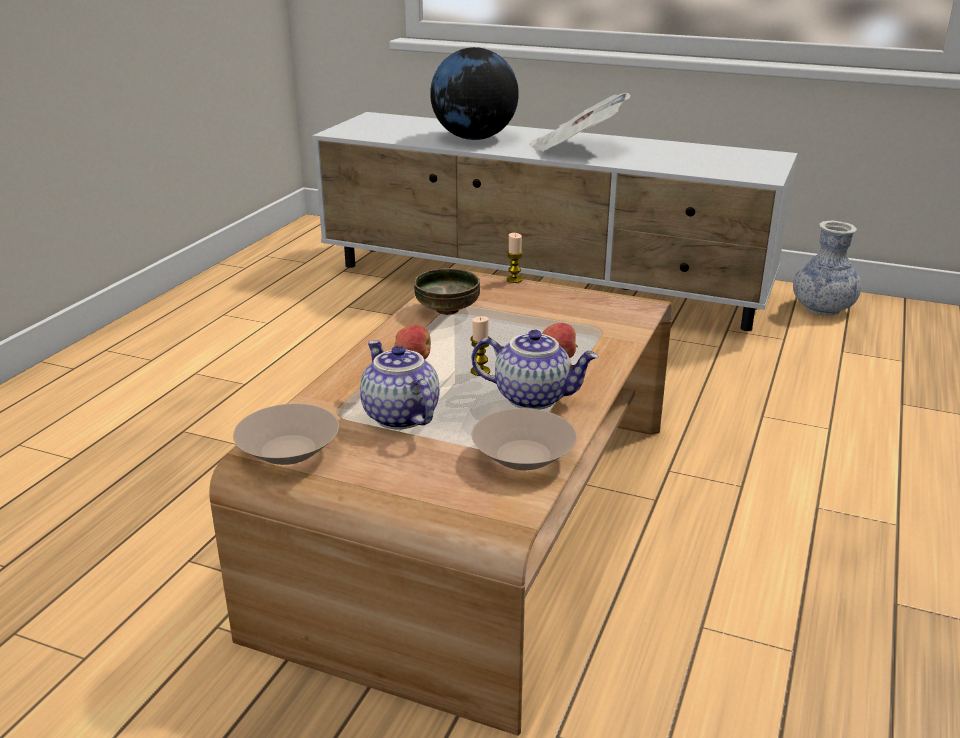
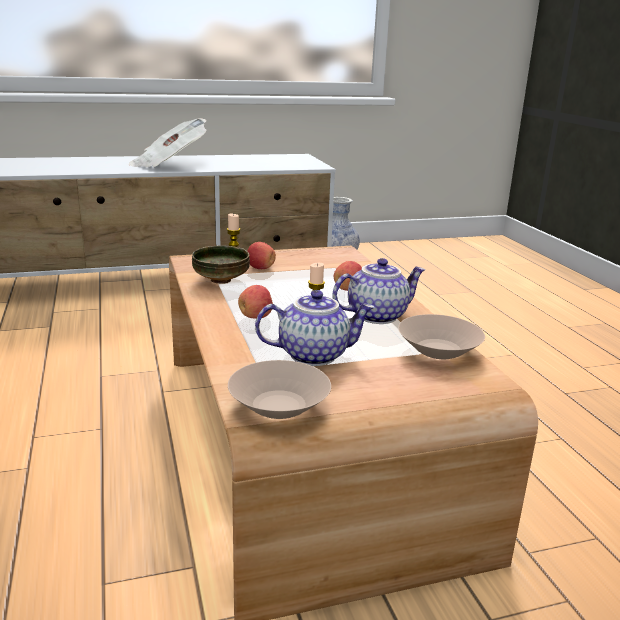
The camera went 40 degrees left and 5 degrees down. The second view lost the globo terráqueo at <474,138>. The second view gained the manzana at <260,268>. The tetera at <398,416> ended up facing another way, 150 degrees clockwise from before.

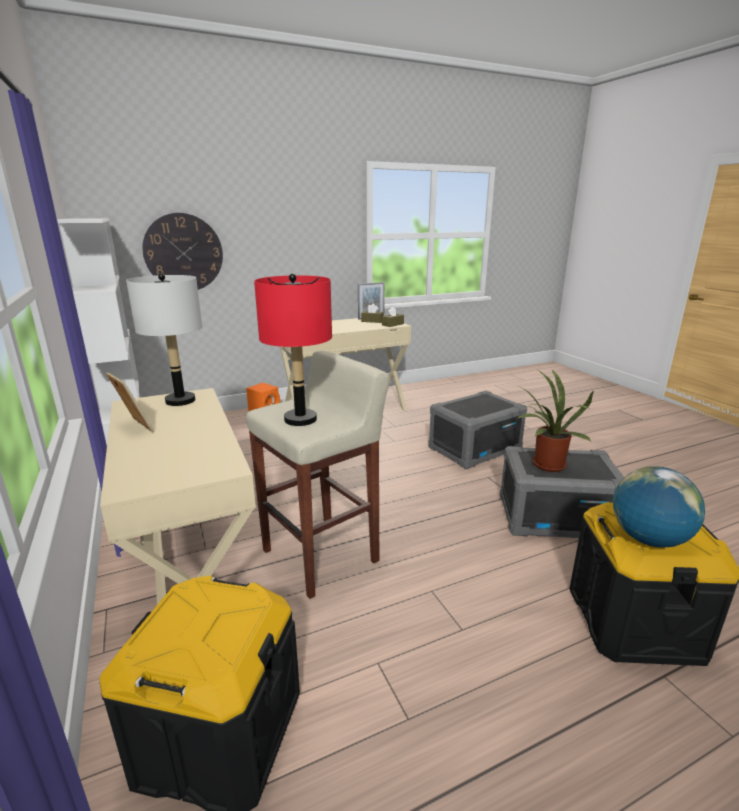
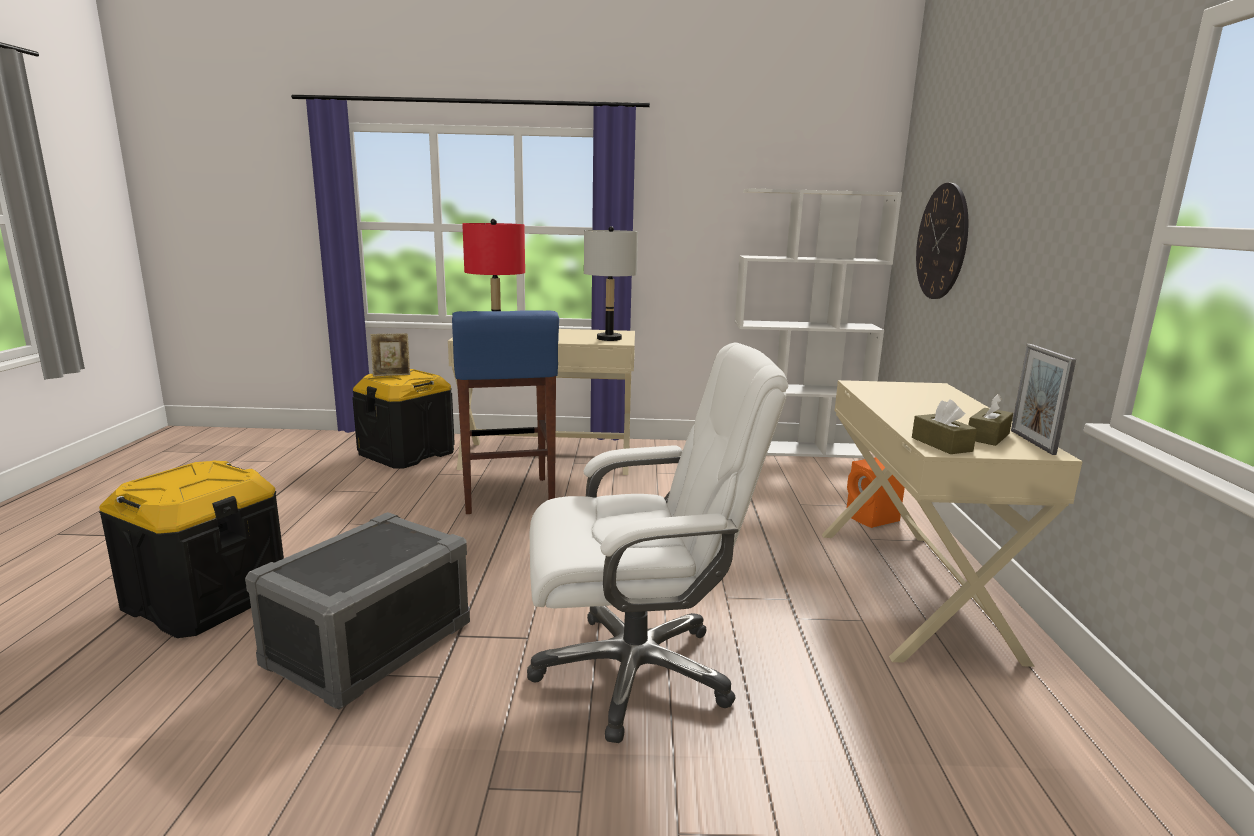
The camera went 115 degrees right and 5 degrees down. The second view lost the planta en maceta at <545,465>. The second view lost the globo terráqueo at <648,539>. The portarretratos ended up elsewhere, having gone from <134,427> to <391,374>. Where the caja de almacenaje/gris stood at <474,448>, the silla de oficina/blanco came to stand at <636,671>. What was the taburete/beis at <322,555> turned into the taburete/azul at <507,496>.

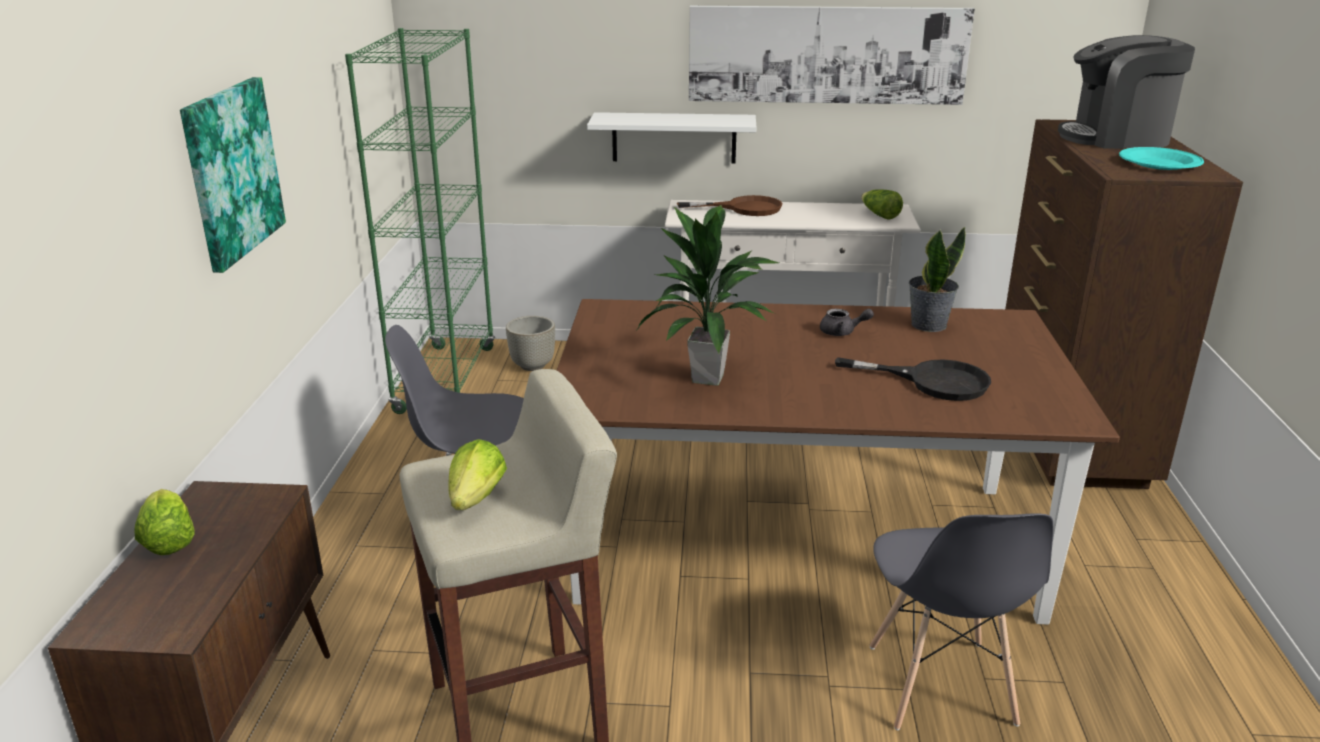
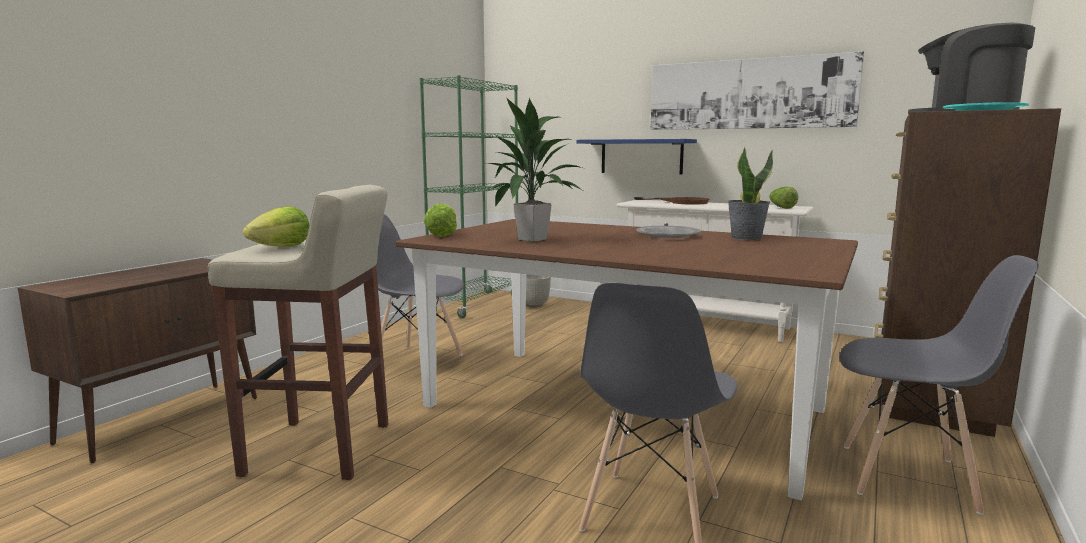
The camera went 25 degrees right and 15 degrees down. The second view lost the cuadro at <232,171>. The second view lost the sartén/negro at <933,381>. The second view gained the silla/gris at <908,477>. The lechuga ended up elsewhere, having gone from <168,542> to <442,235>. Where the tetera/gris stood at <842,332>, the plato/gris came to stand at <668,235>. What was the estante/blanco at <674,137> turned into the estante/azul at <641,156>.

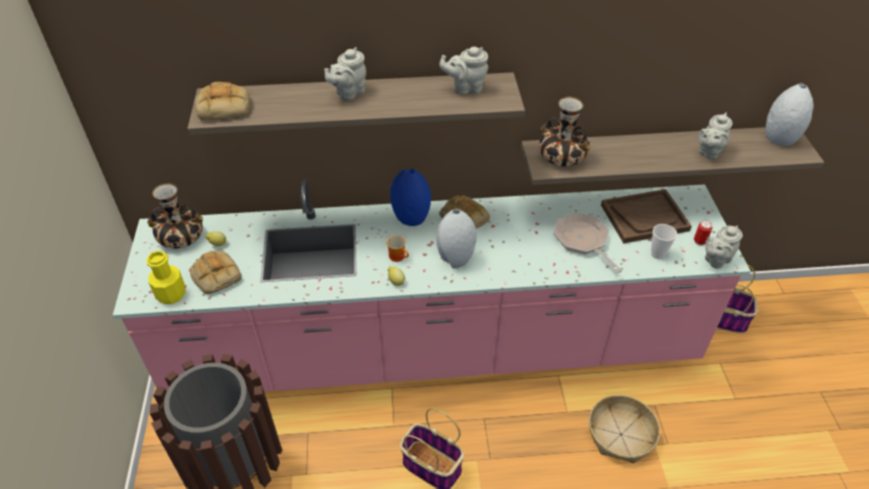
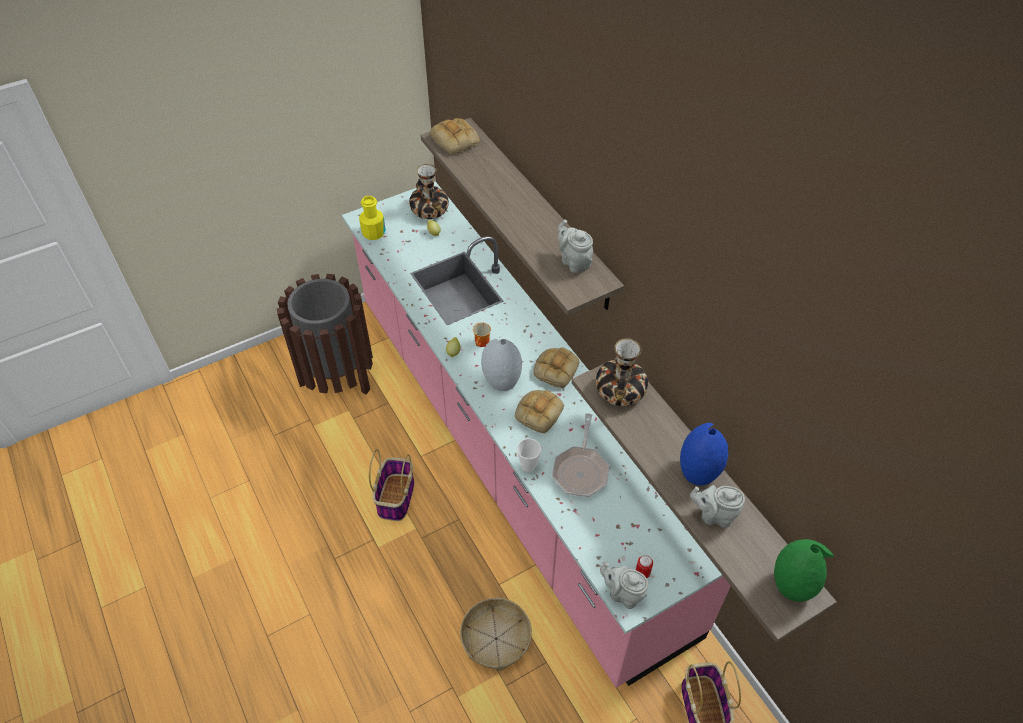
The camera went 65 degrees right and 5 degrees up. The second view lost the tetera/gris at <348,93>. The second view lost the bandeja/marrón at <644,217>. The pan ended up elsewhere, having gone from <215,275> to <538,412>. The florero/azul ended up elsewhere, having gone from <411,217> to <697,471>. The taza ended up elsewhere, having gone from <657,254> to <528,466>. What was the florero/gris at <779,137> turned into the florero/verde at <793,583>. The sartén at <583,241> ended up facing another way, 150 degrees clockwise from before.

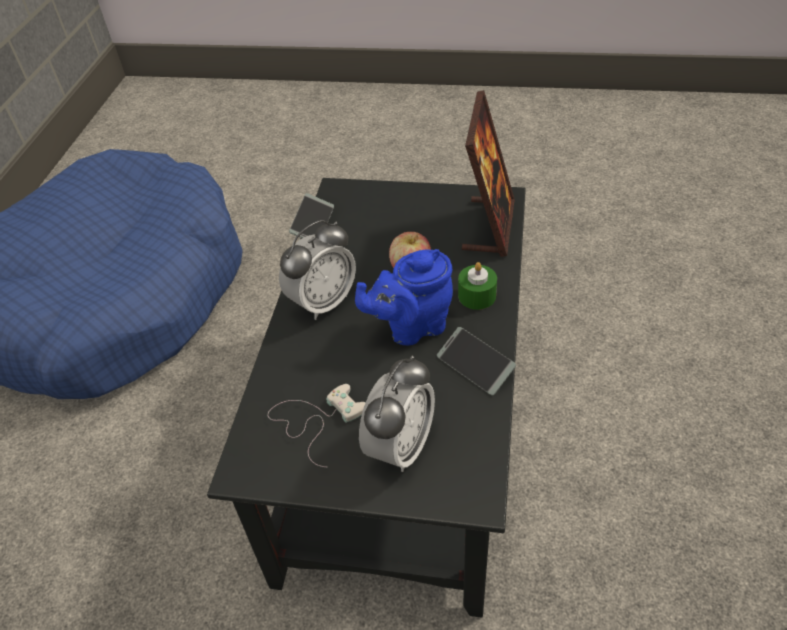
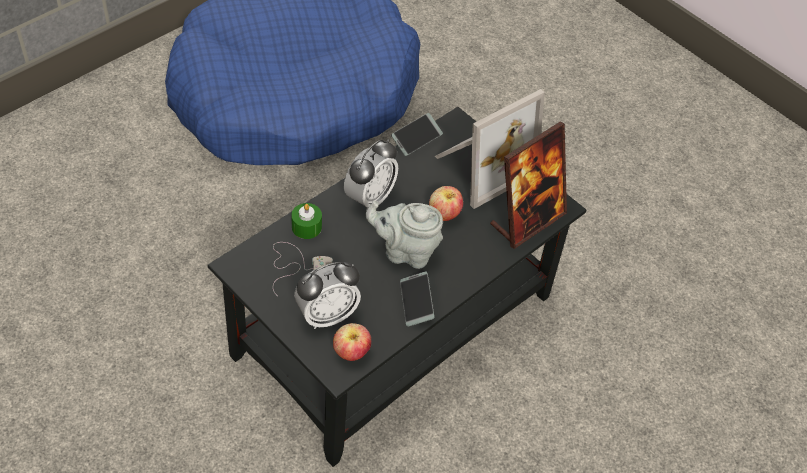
The camera went 30 degrees right and 5 degrees up. The second view gained the manzana at <351,352>. The second view gained the portarretratos at <480,166>. The vela/verde ended up elsewhere, having gone from <477,295> to <306,227>. What was the tetera/azul at <411,326> turned into the tetera/gris at <405,251>. The despertador at <323,302> ended up facing another way, 45 degrees counterclockwise from before.

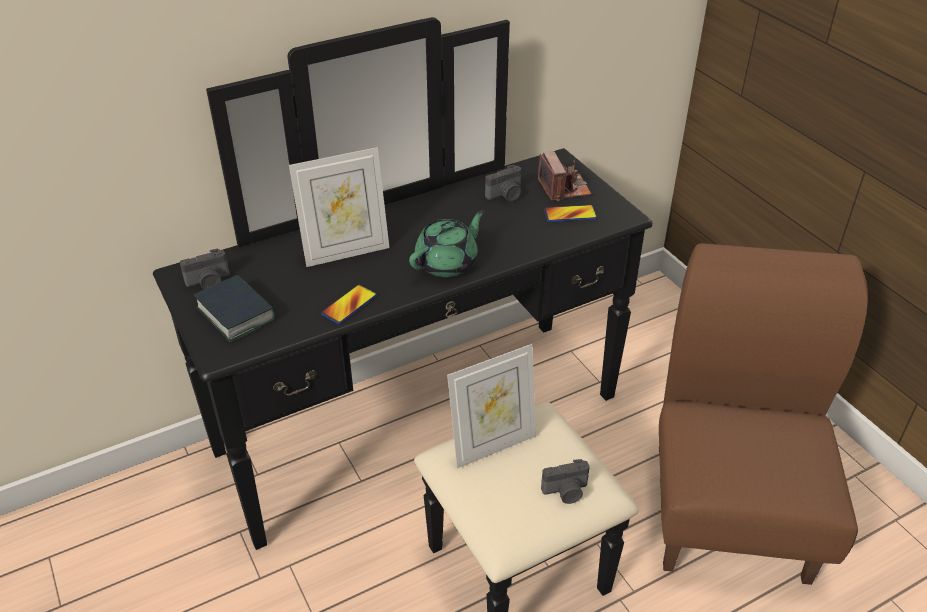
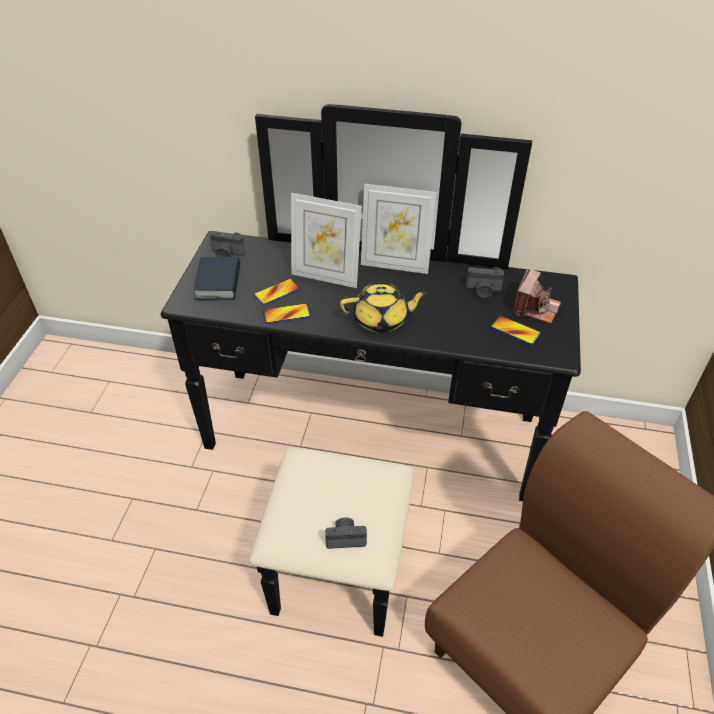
The camera went 40 degrees right and 5 degrees up. The second view gained the móvil at <277,292>. The portarretratos ended up elsewhere, having gone from <492,445> to <395,265>. What was the tetera/verde at <447,263> turned into the tetera/amarillo at <381,320>. The cámara at <566,492> ended up facing another way, 150 degrees clockwise from before.

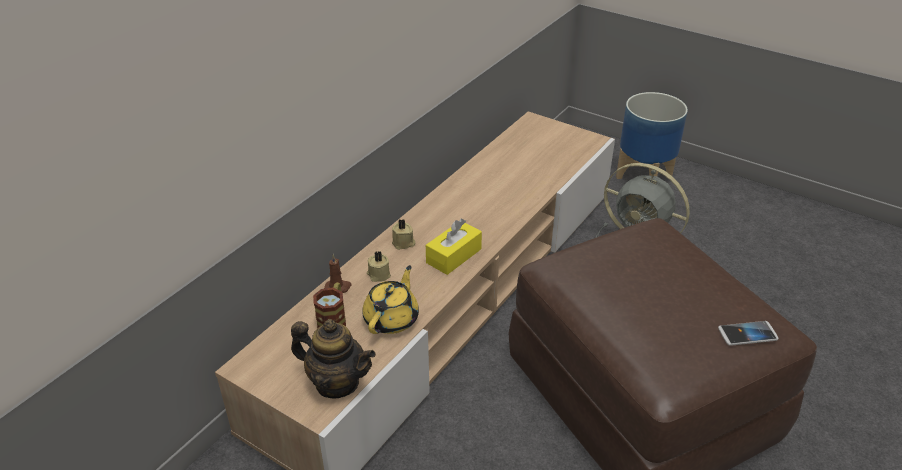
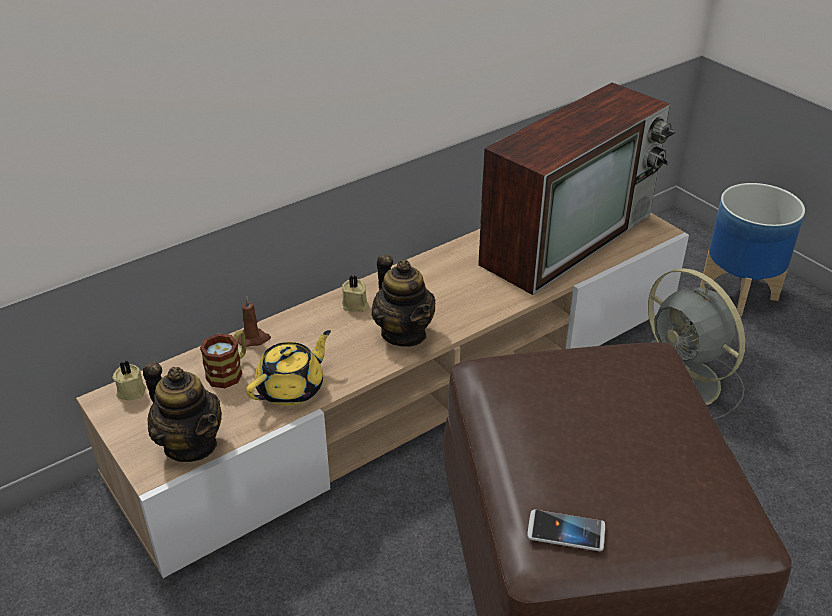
The camera went 20 degrees right and 0 degrees up. The second view gained the televisor at <568,237>. The vela/beis ended up elsewhere, having gone from <378,275> to <131,391>. The móvil ended up elsewhere, having gone from <747,334> to <566,531>. Where the caja de pañuelos/amarillo stood at <453,256>, the tetera came to stand at <404,333>.

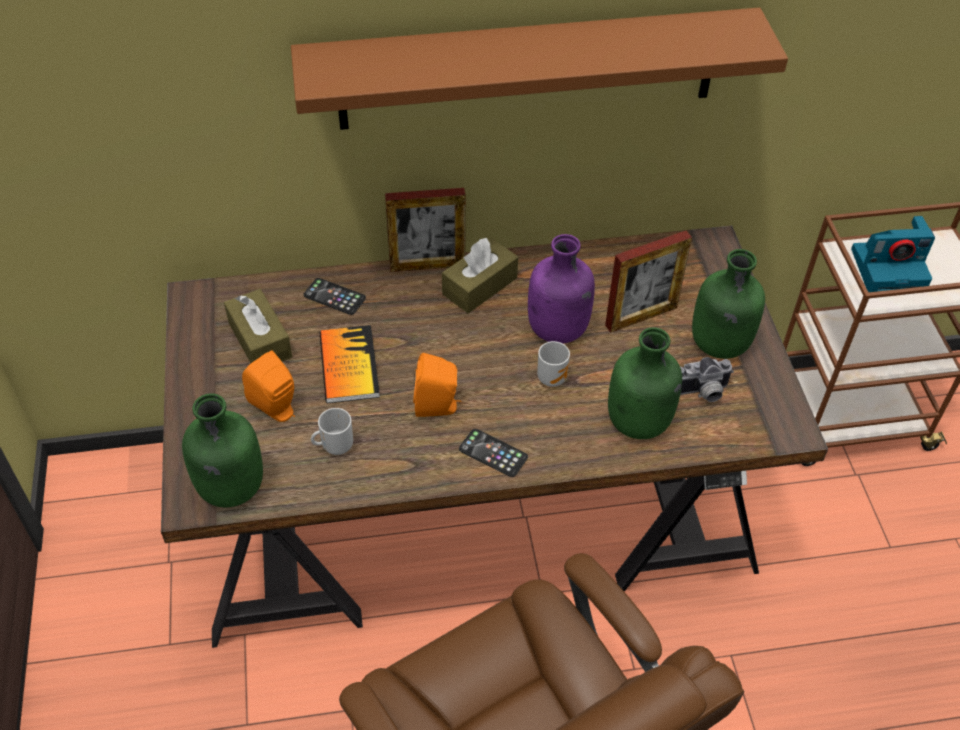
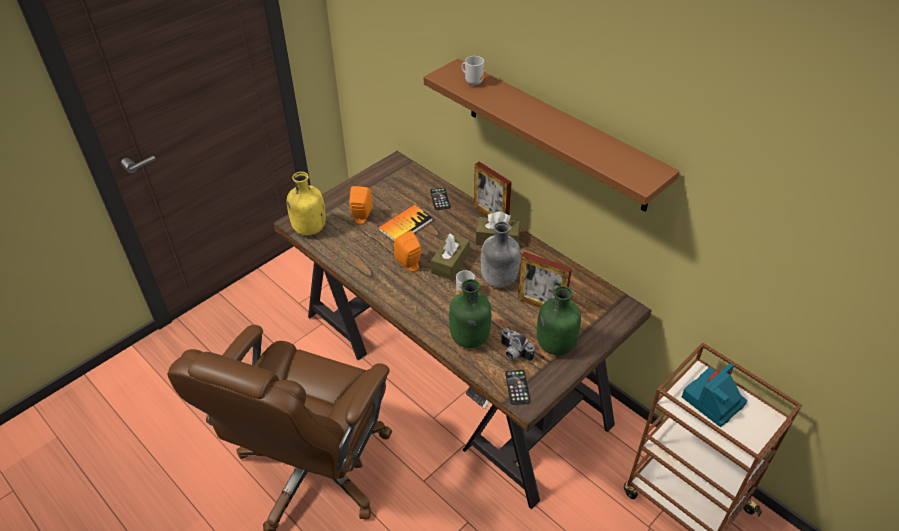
The camera went 55 degrees right and 5 degrees down. The caja de pañuelos/marrón ended up elsewhere, having gone from <260,340> to <450,263>. The taza grande ended up elsewhere, having gone from <335,446> to <473,82>. The móvil ended up elsewhere, having gone from <493,453> to <517,387>. What was the botella/verde at <230,489> turned into the botella/amarillo at <309,229>. What was the botella/morado at <558,330> turned into the botella/gris at <498,280>. The cámara at <889,269> ended up facing another way, 90 degrees clockwise from before.

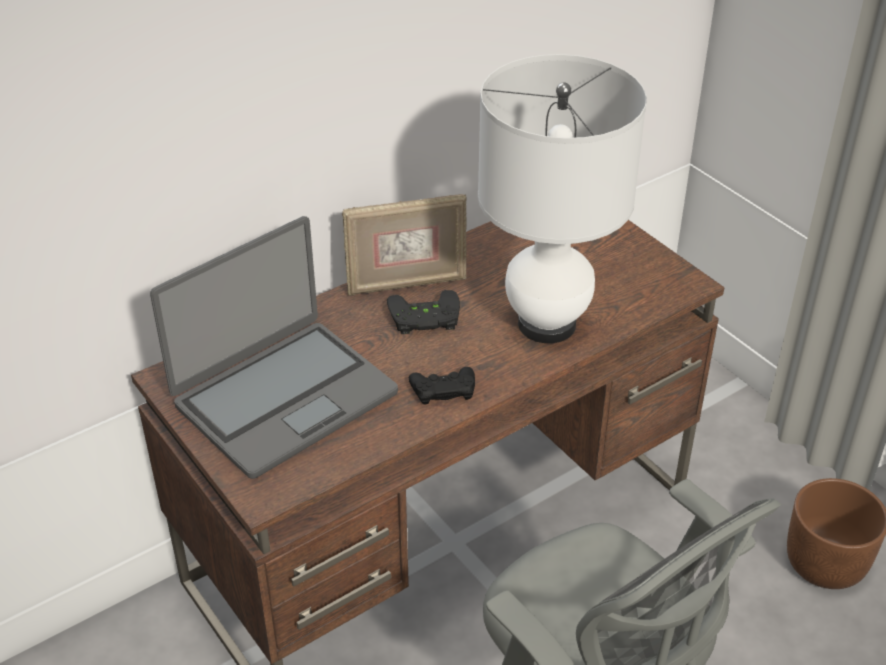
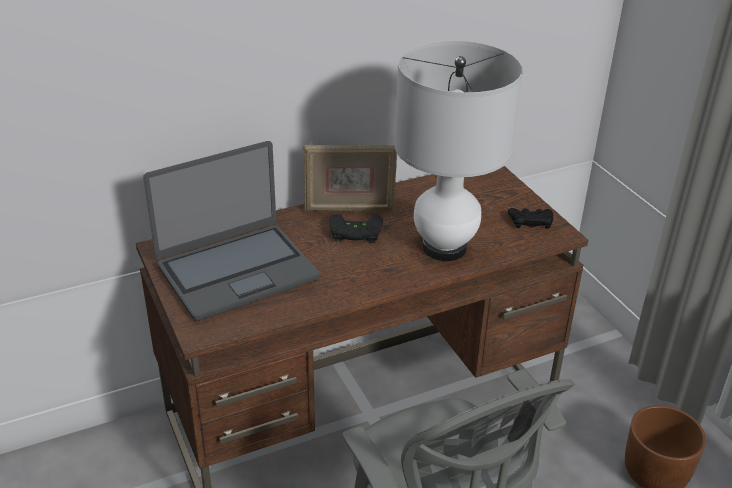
The camera went 10 degrees right and 5 degrees down. The mando de consola/negro ended up elsewhere, having gone from <443,389> to <530,221>.

